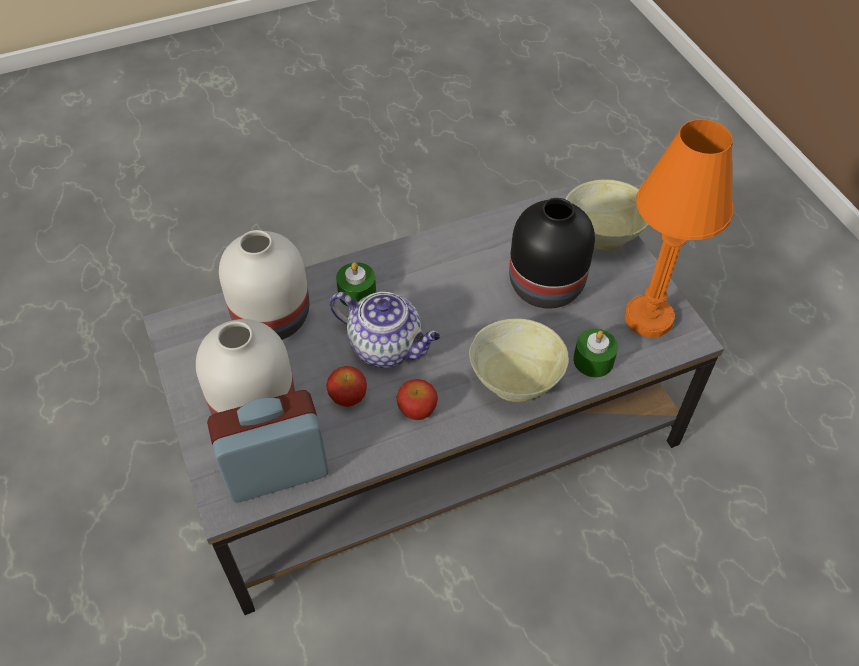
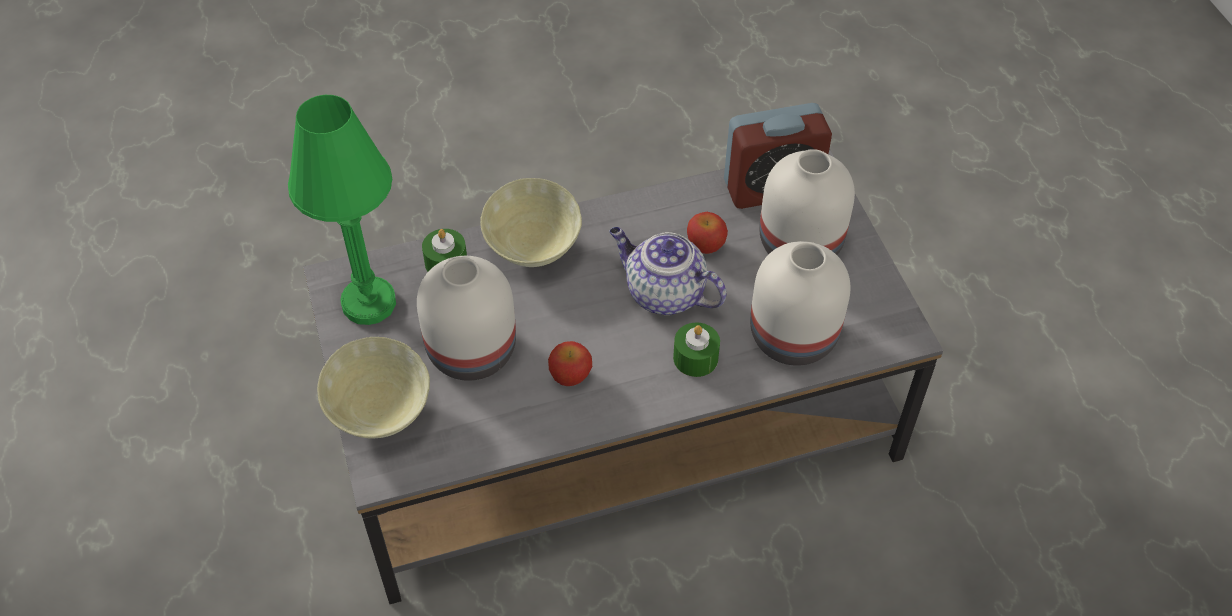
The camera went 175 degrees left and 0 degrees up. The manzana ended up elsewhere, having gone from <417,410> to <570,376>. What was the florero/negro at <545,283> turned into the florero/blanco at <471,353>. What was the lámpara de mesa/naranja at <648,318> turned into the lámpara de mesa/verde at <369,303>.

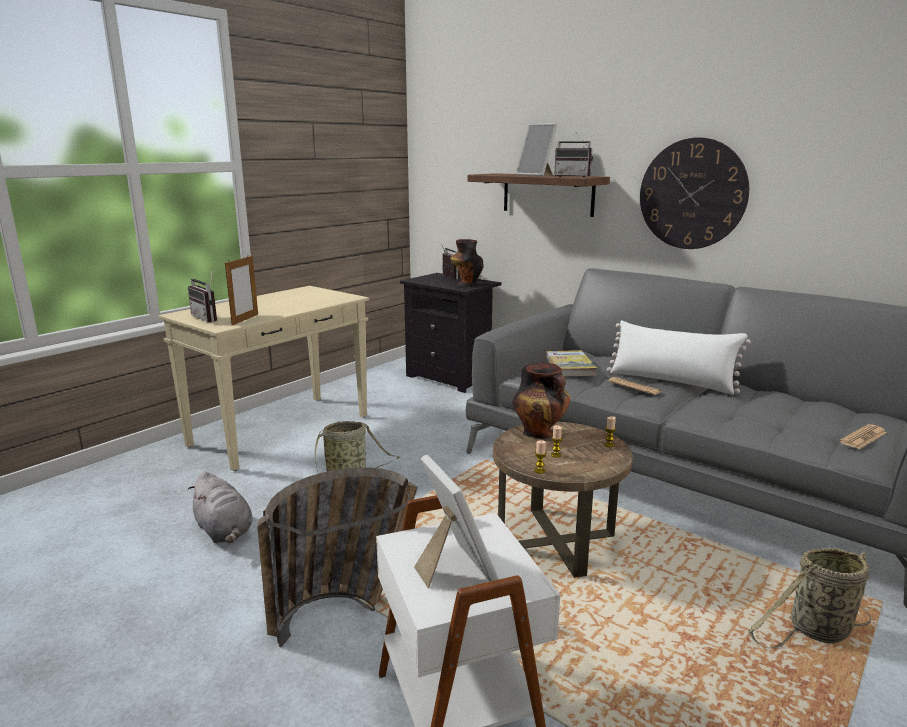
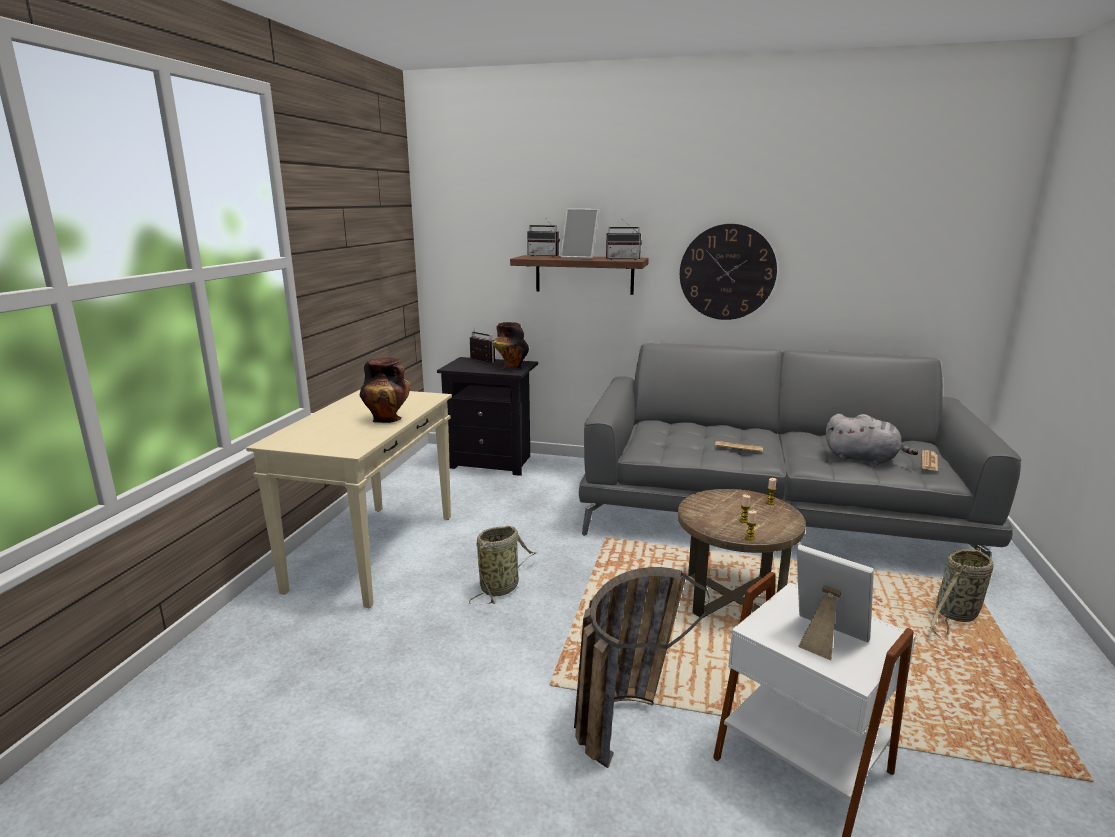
The camera went 25 degrees left and 0 degrees up. The second view lost the portarretratos at <245,319>. The second view lost the libro at <570,366>. The second view lost the cojín/blanco at <671,381>. The radio ended up elsewhere, having gone from <209,318> to <545,256>. The peluche/gris ended up elsewhere, having gone from <224,531> to <864,459>. The florero ended up elsewhere, having gone from <540,433> to <388,419>.

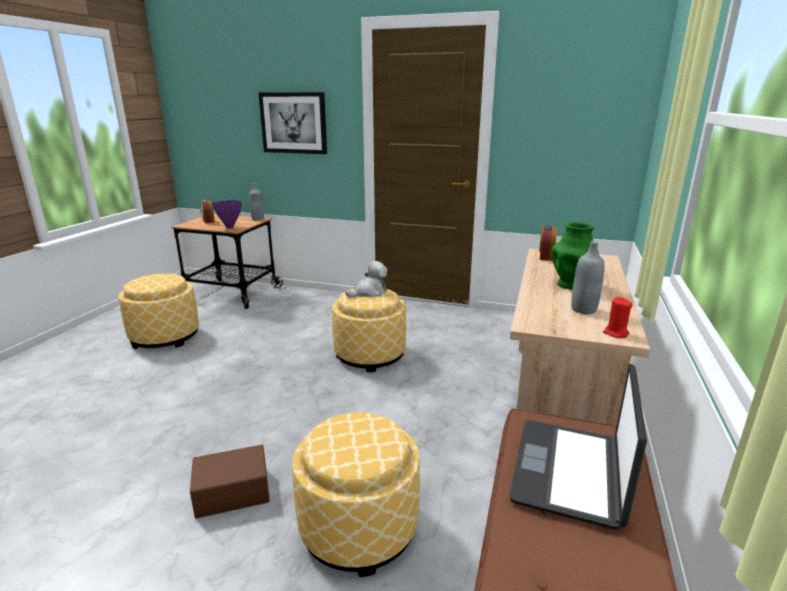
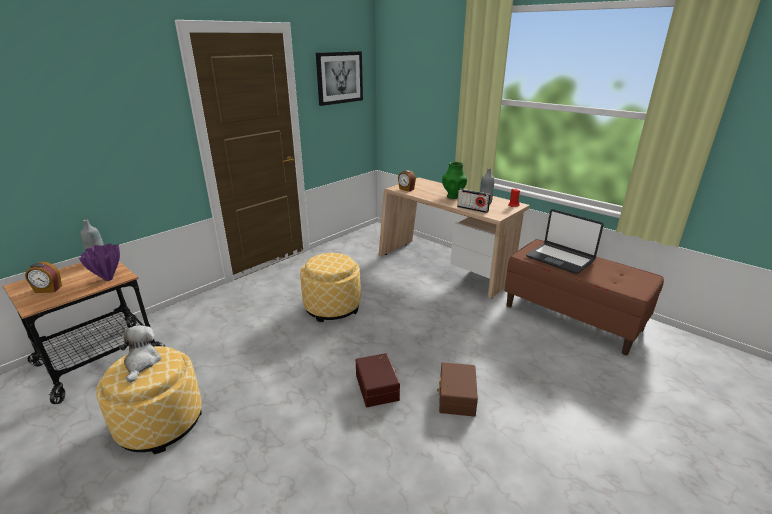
The camera went 65 degrees left and 5 degrees up. The second view lost the puf at <358,527>. The second view gained the caja de almacenaje/marrón at <378,387>. The second view gained the radio at <472,209>. The cuadro ended up elsewhere, having gone from <293,123> to <339,77>. The peluche ended up elsewhere, having gone from <369,292> to <141,363>.

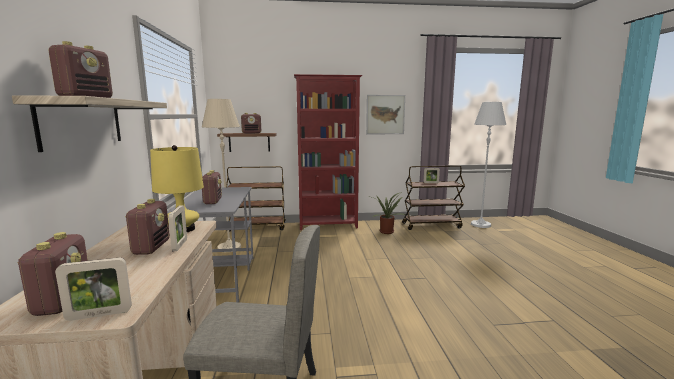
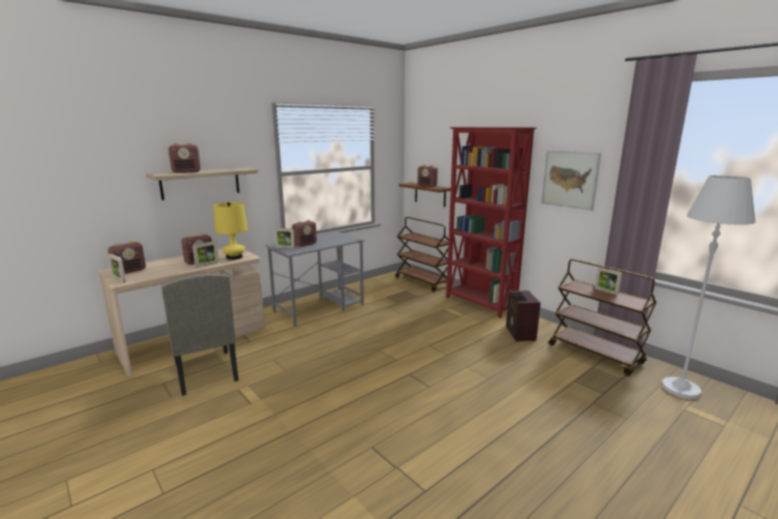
The camera went 55 degrees right and 5 degrees up. The second view lost the lámpara de pie/beis at <229,247>. The second view gained the portarretratos at <285,247>. Where the planta en maceta stood at <386,231>, the radio came to stand at <520,334>.

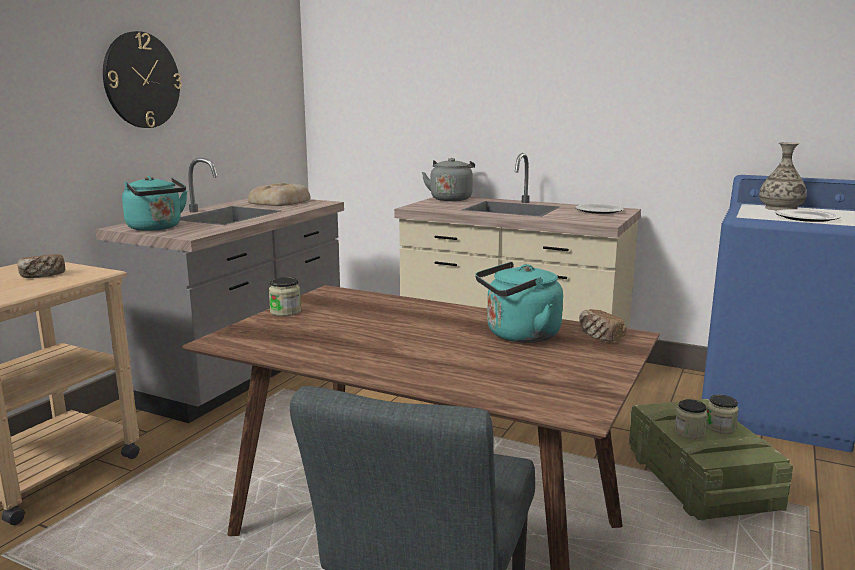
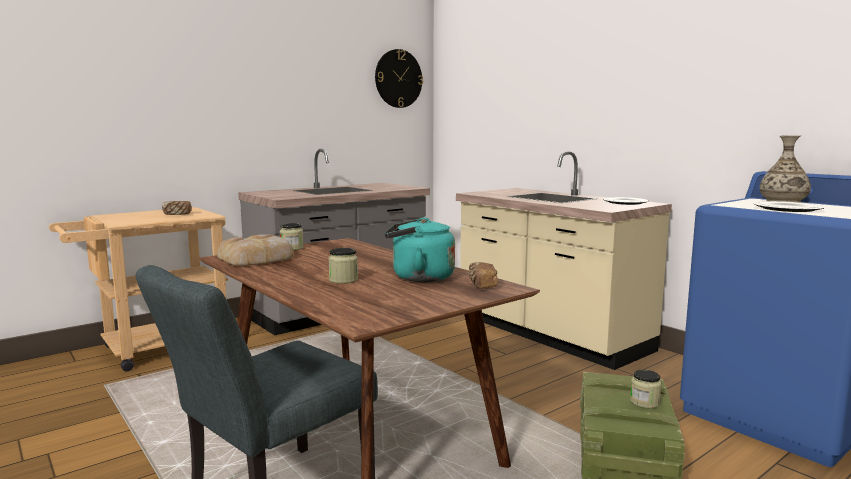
The camera went 25 degrees right and 5 degrees down. The second view lost the hervidor/turquesa at <156,228>. The second view lost the hervidor/gris at <451,199>. The reloj de pared ended up elsewhere, having gone from <141,80> to <398,78>. The pan ended up elsewhere, having gone from <281,202> to <257,258>. The tarro ended up elsewhere, having gone from <689,432> to <343,280>.

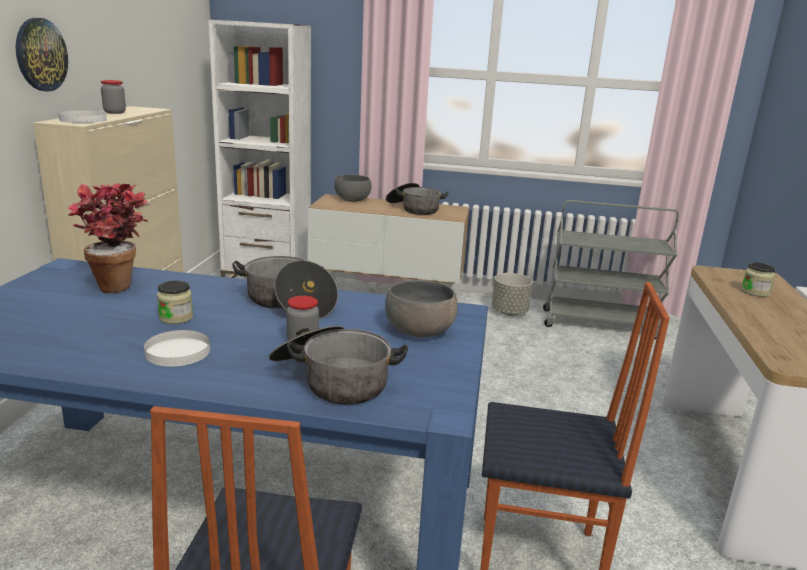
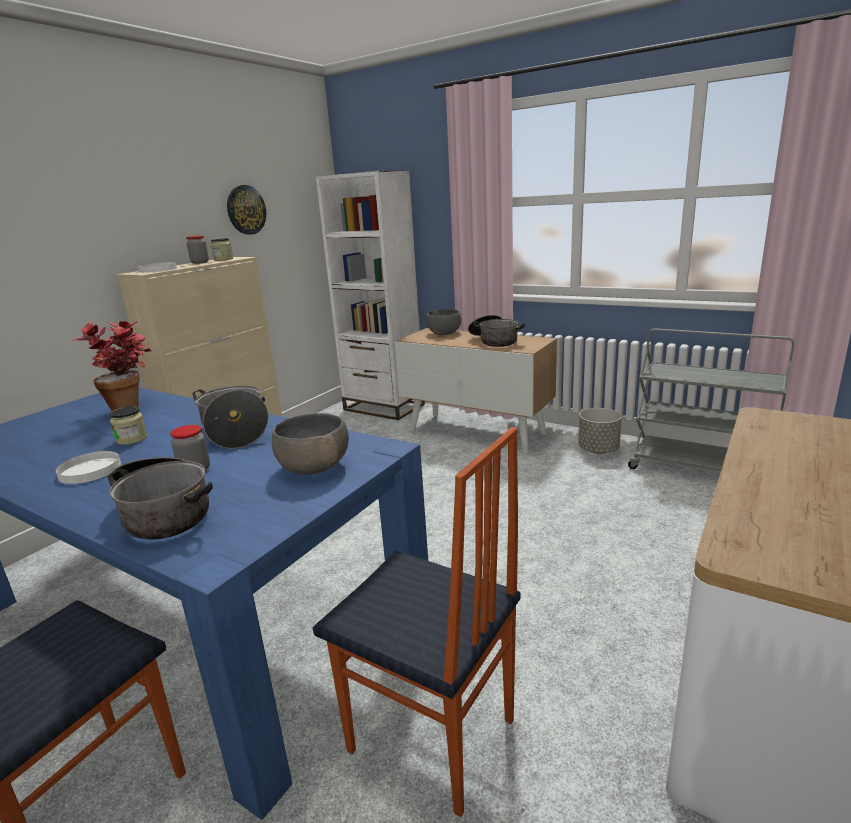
The camera went 25 degrees right and 0 degrees up. The reloj de pared ended up elsewhere, having gone from <40,55> to <246,210>. The tarro ended up elsewhere, having gone from <755,292> to <223,259>.

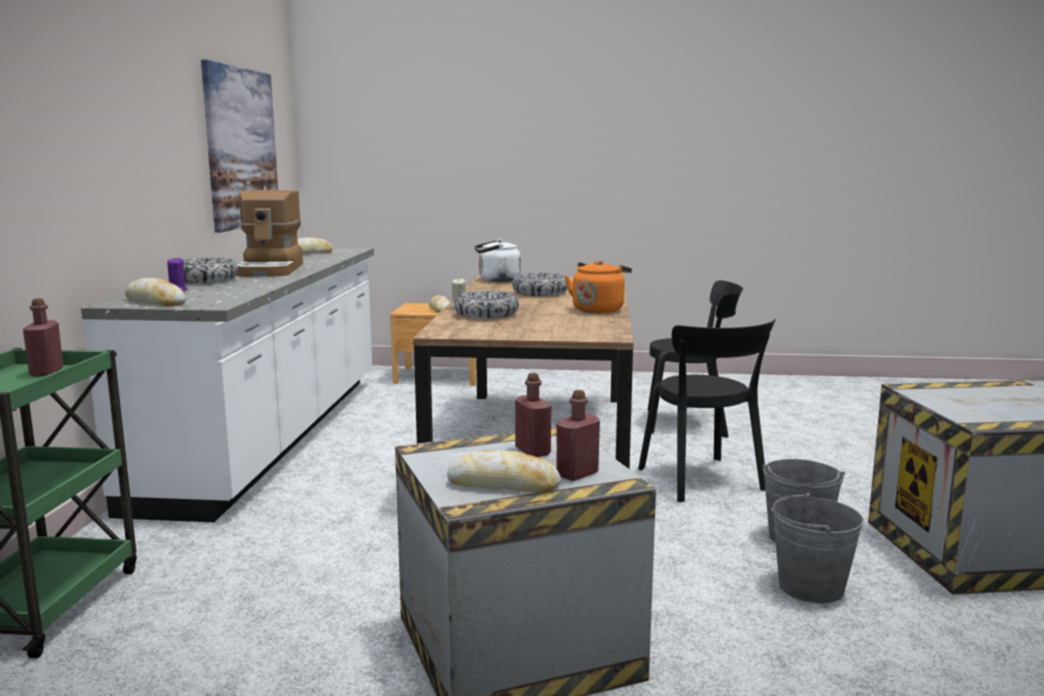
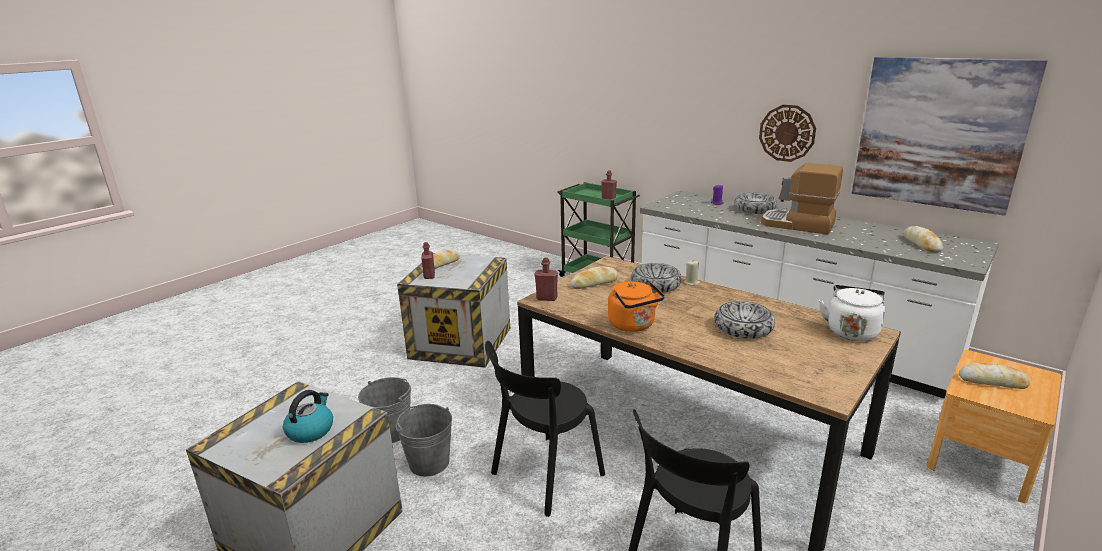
The camera went 125 degrees right and 10 degrees up. The second view gained the hervidor at <310,430>. The second view gained the reloj de pared at <787,133>. The pan ended up elsewhere, having gone from <156,302> to <594,283>. The botella/rojo ended up elsewhere, having gone from <532,451> to <547,298>. The silla/negro at <703,481> ended up facing another way, 60 degrees counterclockwise from before.

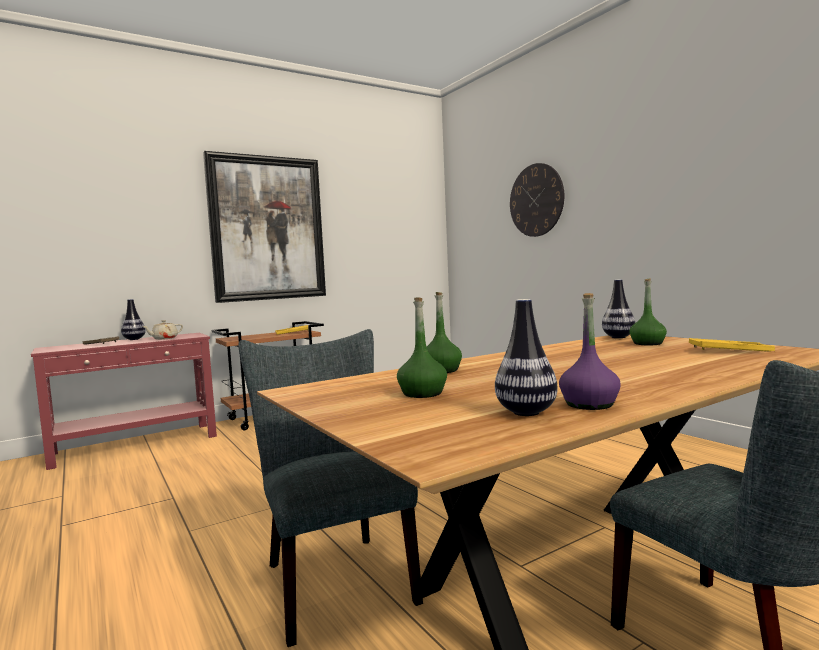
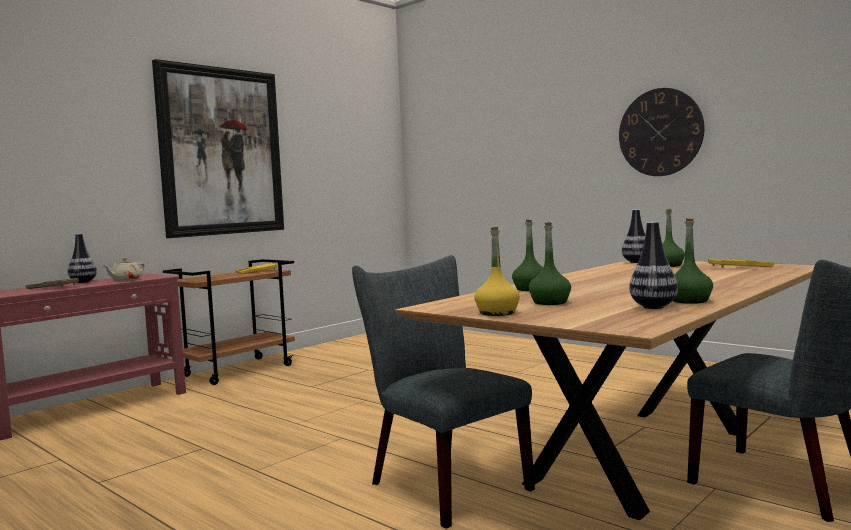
The camera went 15 degrees left and 0 degrees up. The second view gained the botella/amarillo at <497,313>. The reloj de pared ended up elsewhere, having gone from <536,200> to <660,132>. What was the botella/morado at <589,404> turned into the botella/verde at <689,301>.

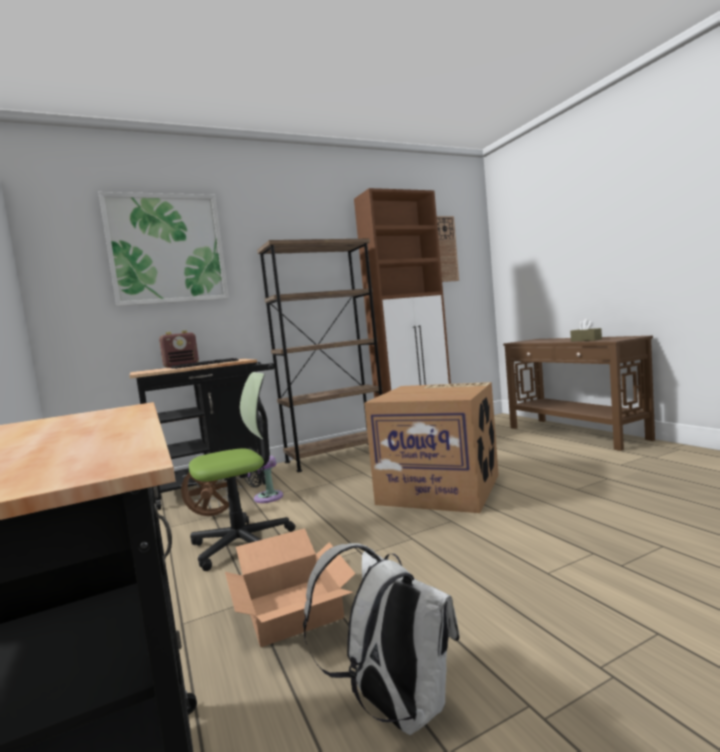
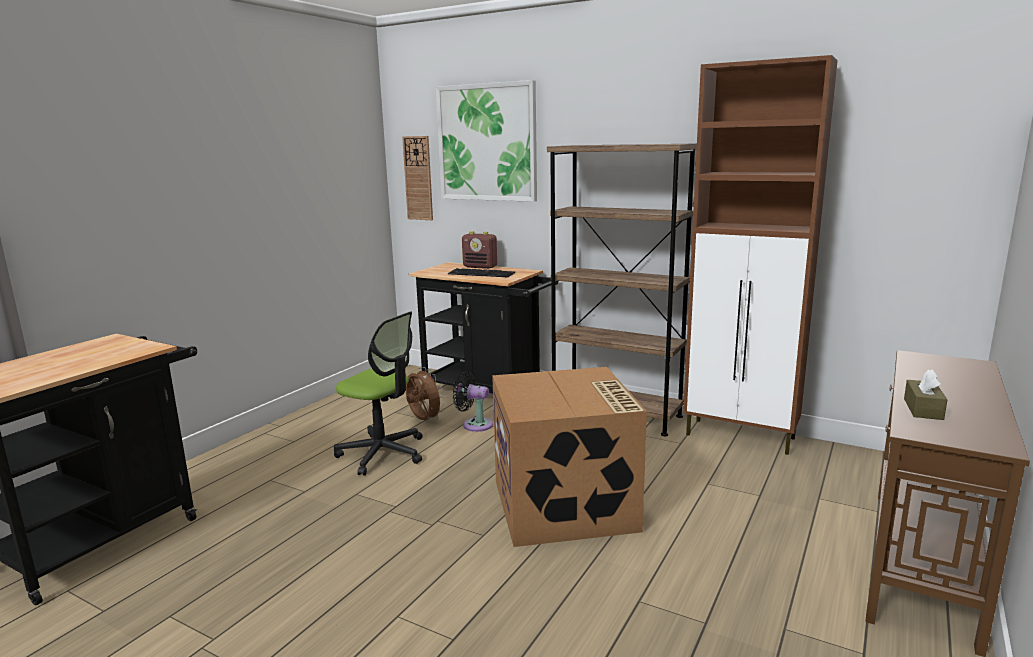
The camera went 55 degrees right and 10 degrees up. The second view lost the caja de cartón at <294,609>. The second view lost the mochila/blanco at <393,707>. The reloj de pared ended up elsewhere, having gone from <445,249> to <418,178>.

